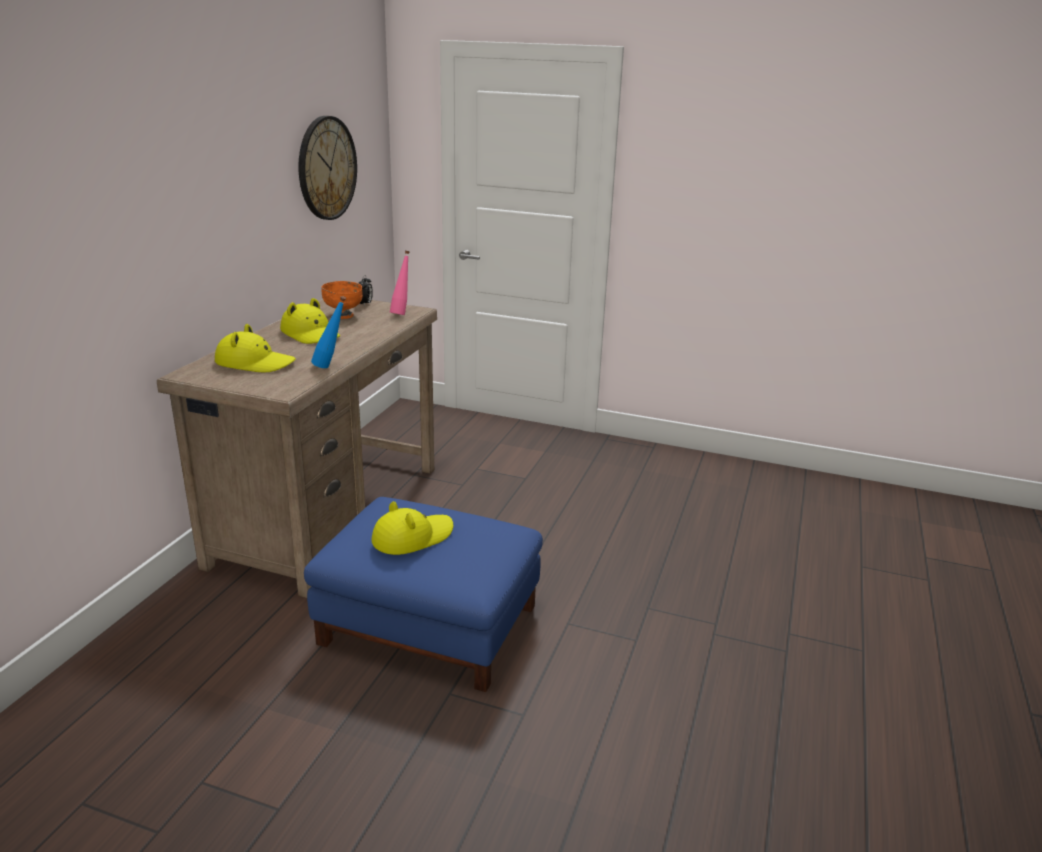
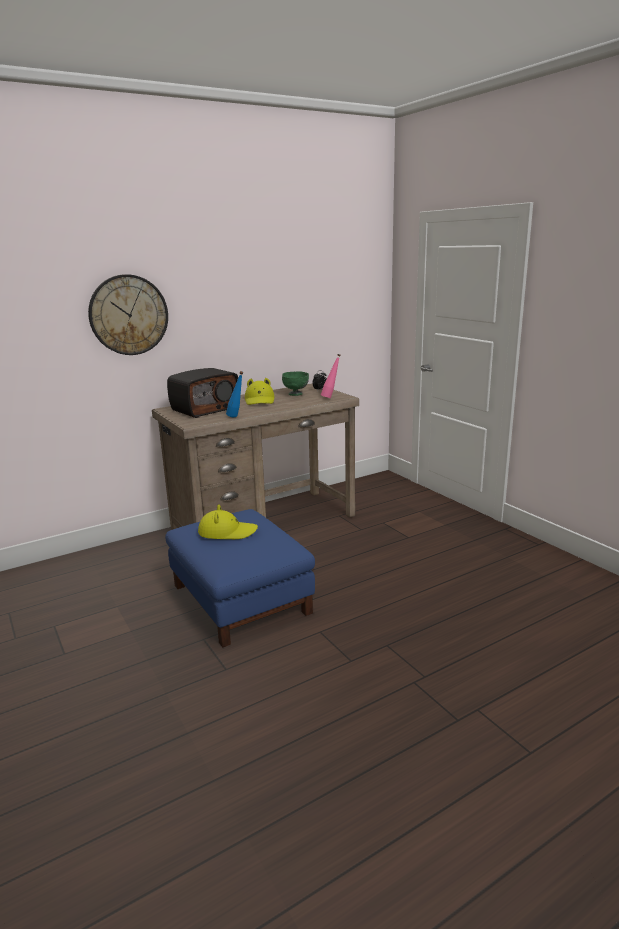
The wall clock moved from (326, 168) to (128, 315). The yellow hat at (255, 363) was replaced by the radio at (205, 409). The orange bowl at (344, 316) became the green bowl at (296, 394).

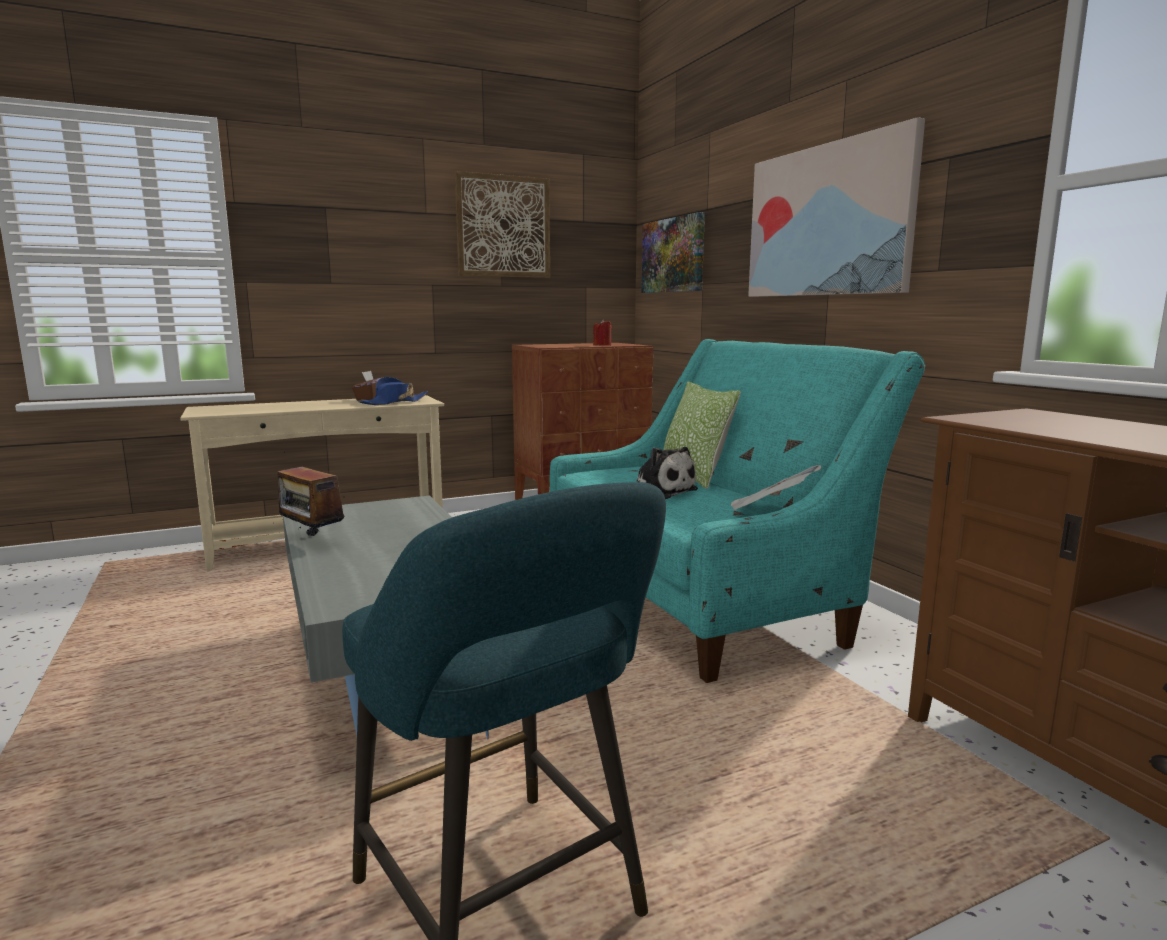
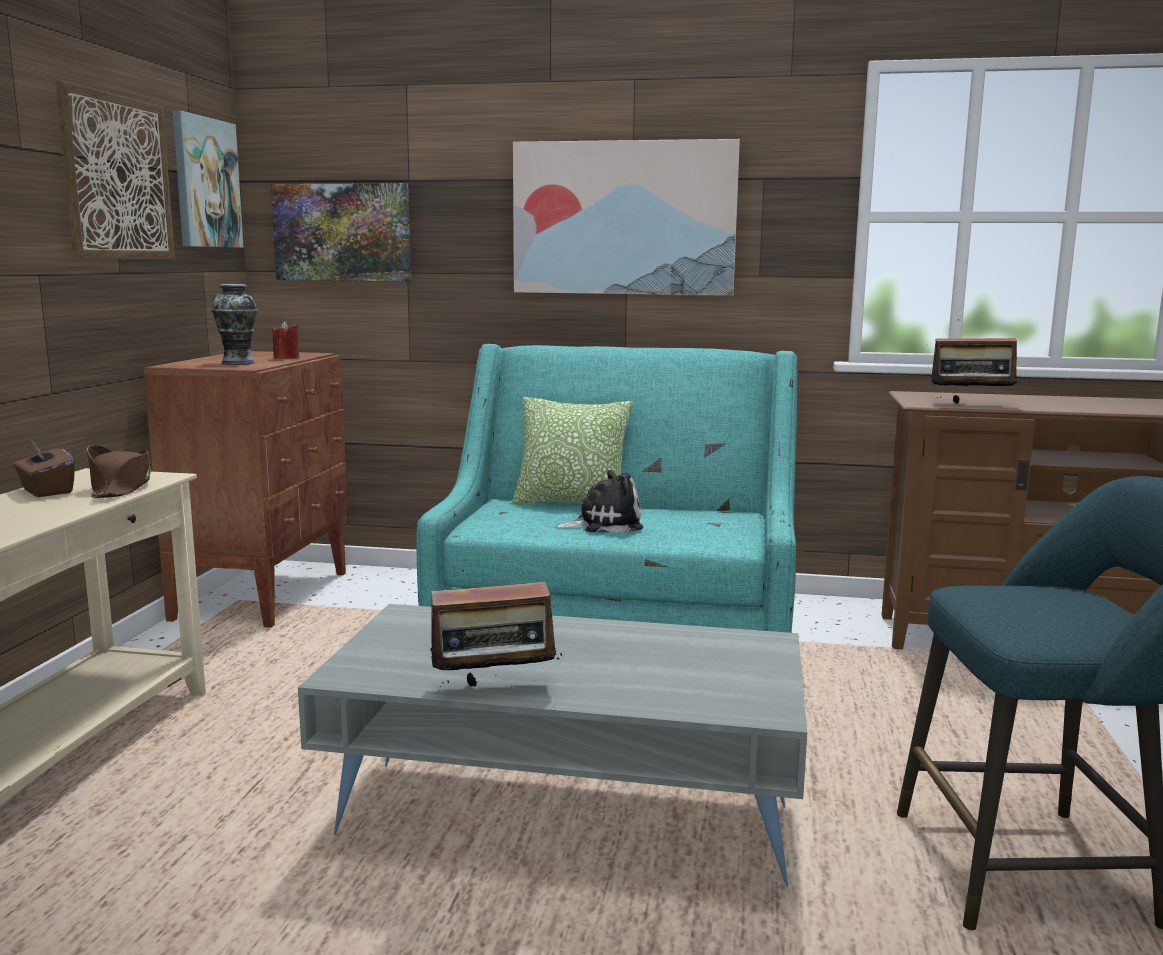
The newspaper at (770, 511) disappeared. The picture at (206, 183) appeared. The vase at (237, 363) appeared. The radio at (971, 405) appeared. The blue hat at (394, 402) became the brown hat at (121, 487).

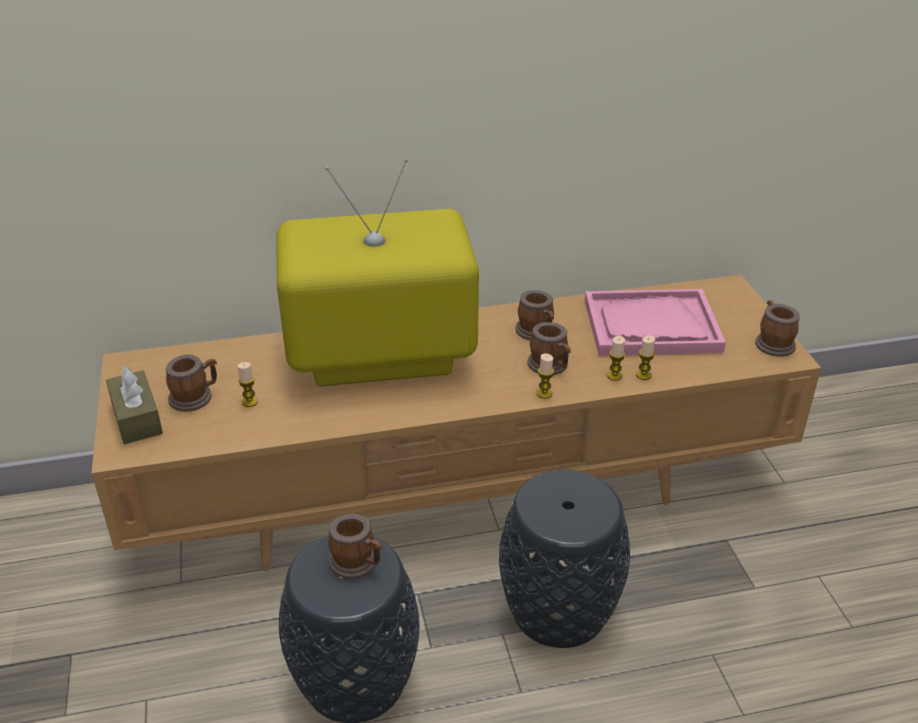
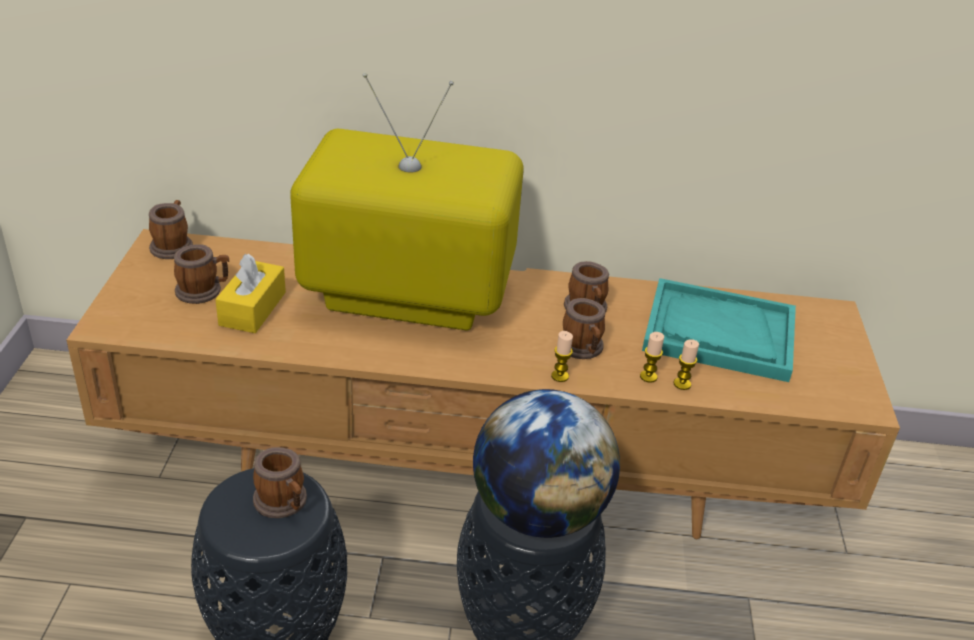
The brown tissue box at (137, 418) disappeared. The globe at (538, 512) appeared. The mug moved from (772, 342) to (173, 245). The candle at (250, 402) was replaced by the yellow tissue box at (252, 309). The pink tray at (651, 326) became the turquoise tray at (718, 333).

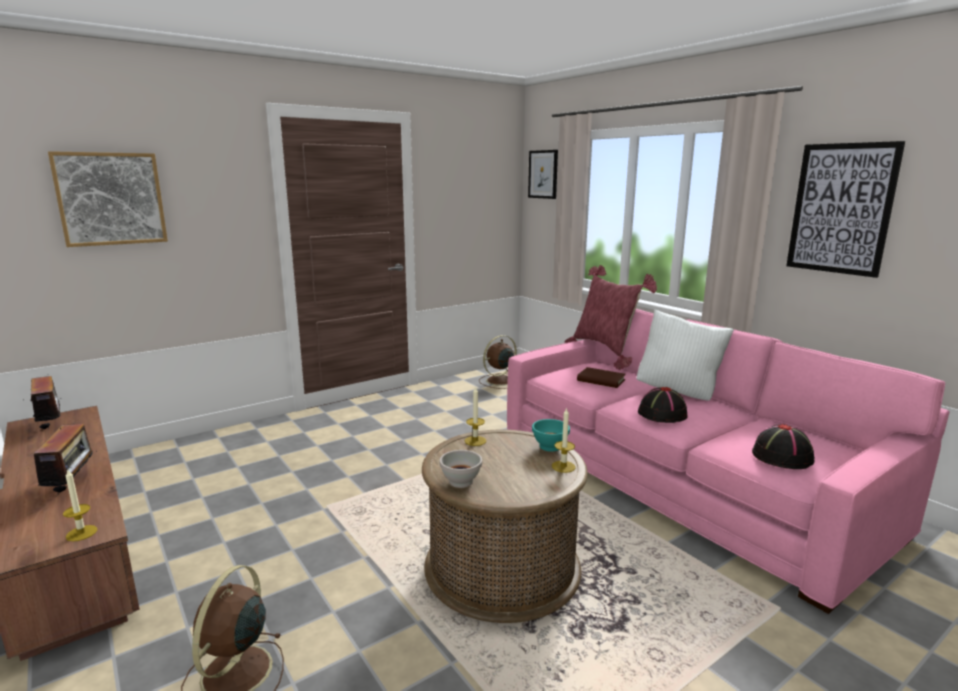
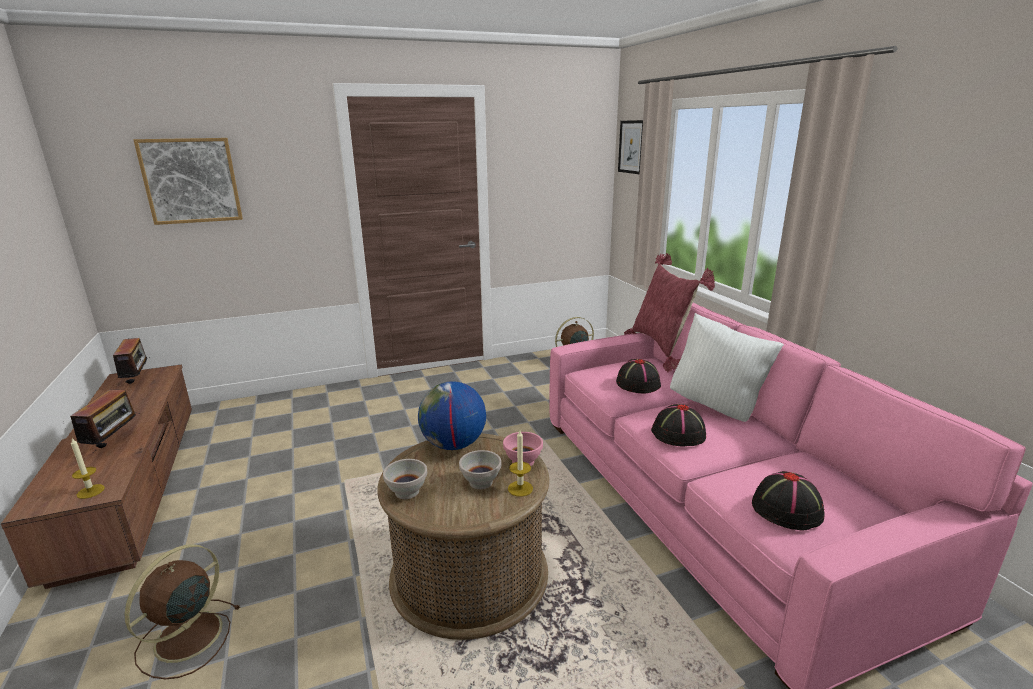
The picture at (841, 209) disappeared. The white bowl at (480, 482) appeared. The candle at (475, 441) was replaced by the globe at (453, 445). The brown book at (601, 380) was replaced by the black hat at (637, 383). The turquoise bowl at (550, 446) became the pink bowl at (523, 461).

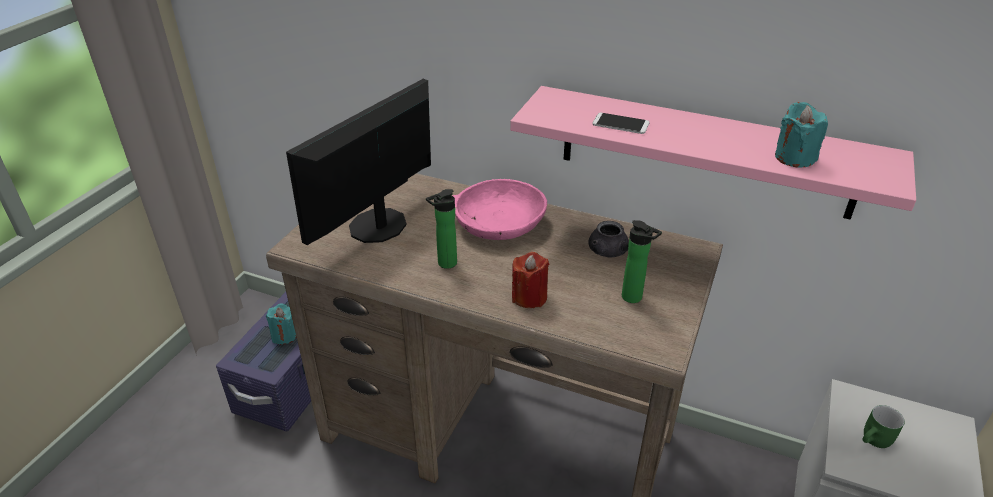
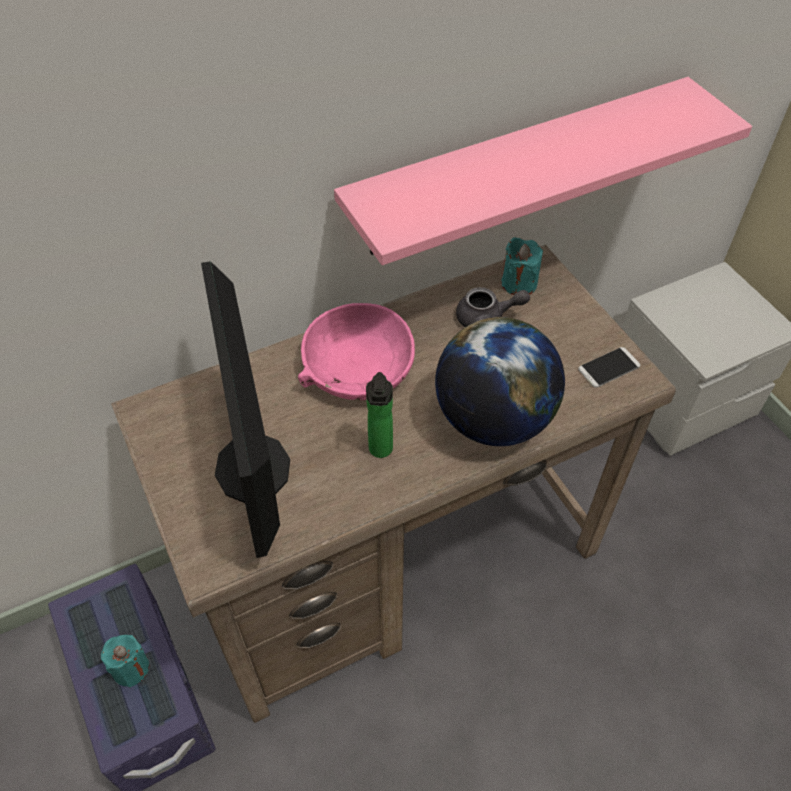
The bottle at (634, 298) disappeared. The green mug at (876, 441) disappeared. The phone moved from (620, 124) to (609, 368). The turquoise candle moved from (794, 157) to (519, 283). The red candle at (529, 297) was replaced by the globe at (493, 419).

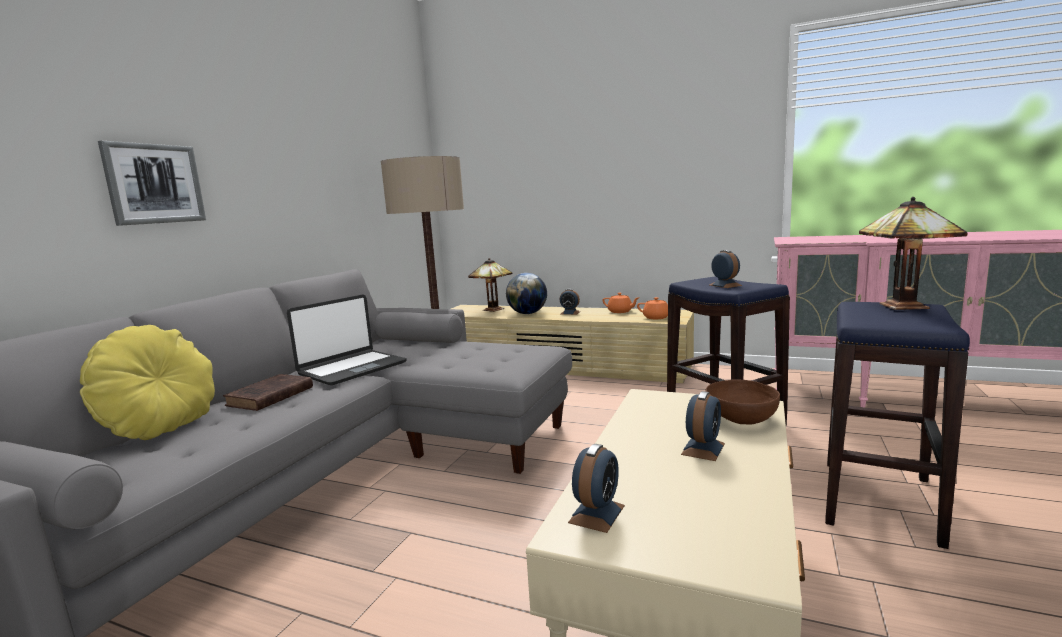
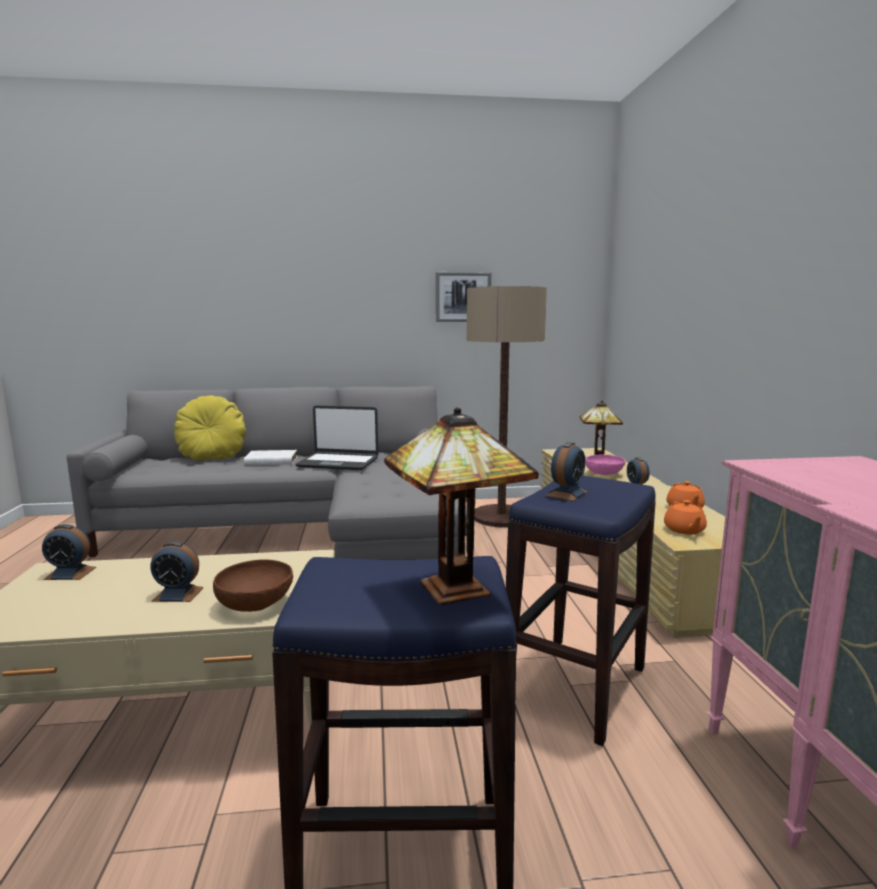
The picture moved from (154, 184) to (463, 297). The globe at (527, 313) was replaced by the pink bowl at (604, 474). The brown book at (268, 397) became the white book at (270, 461).

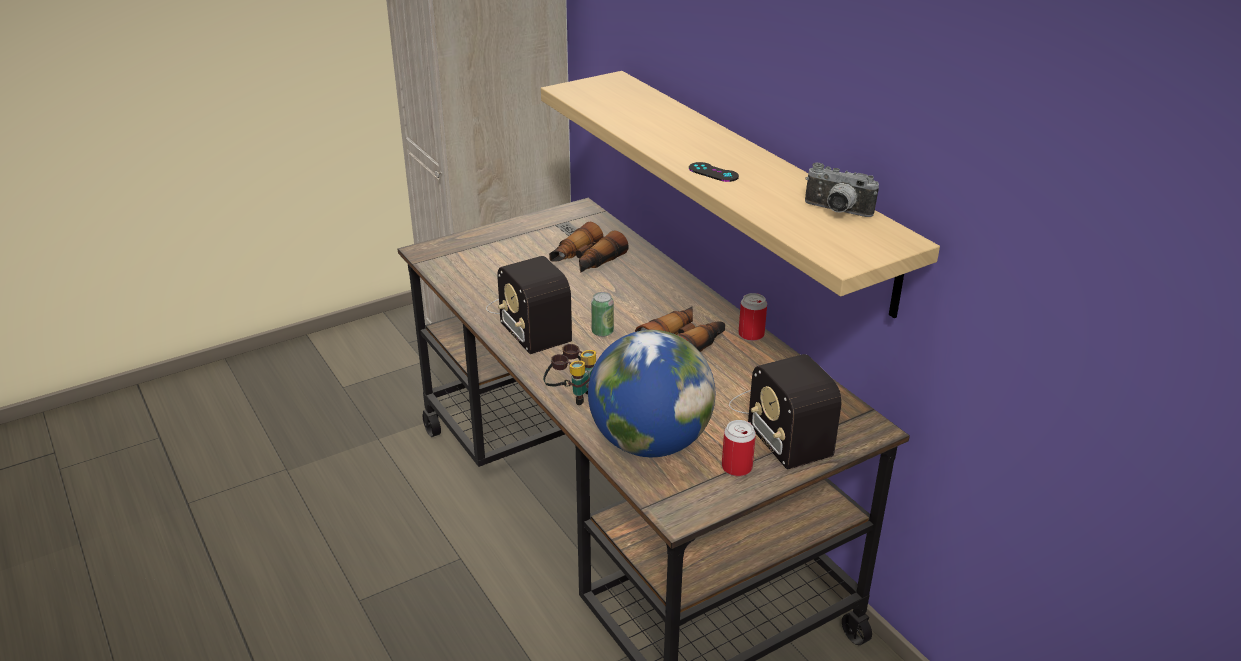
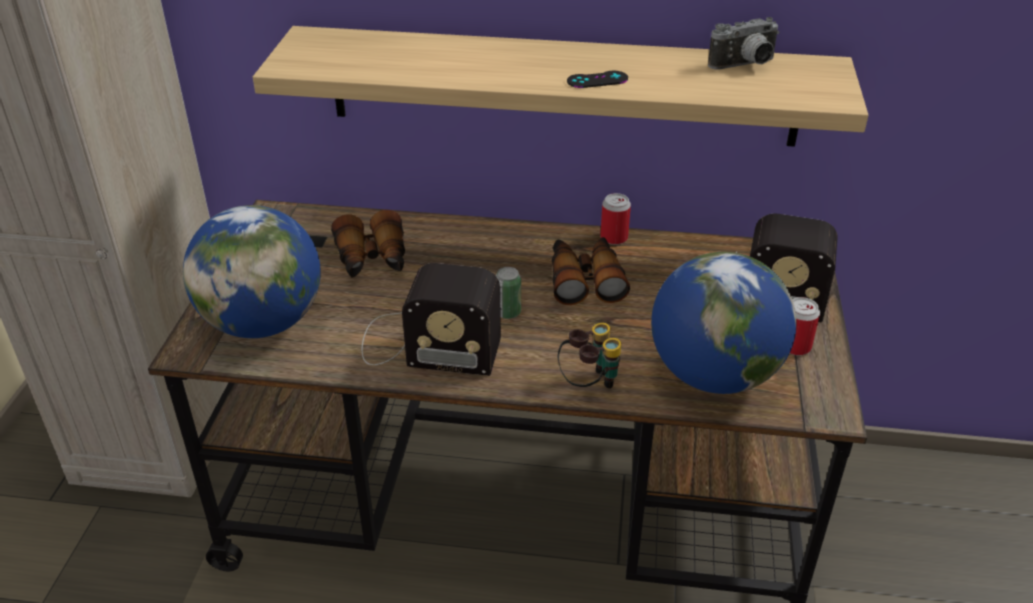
The globe at (263, 323) appeared.

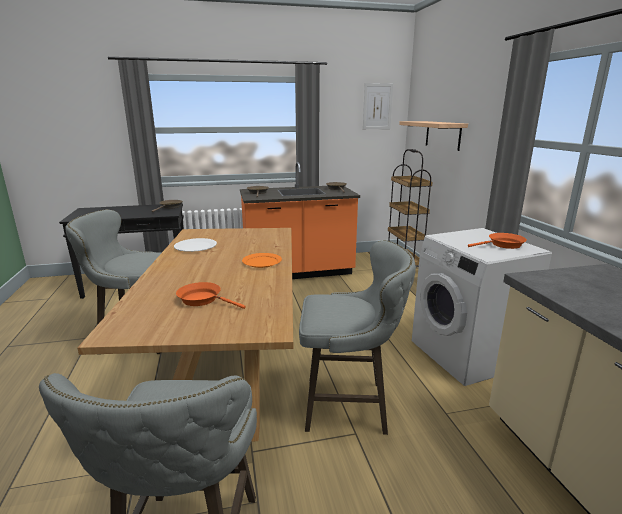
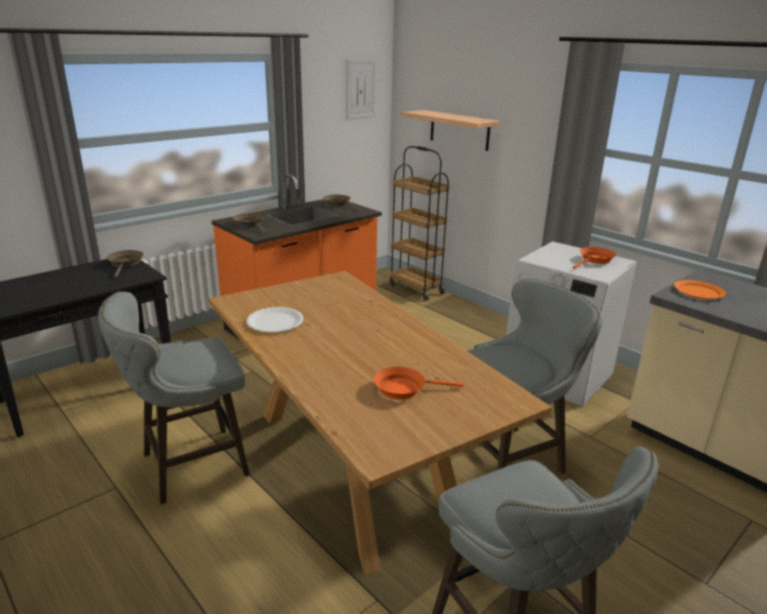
The orange plate moved from (262, 262) to (699, 292).

